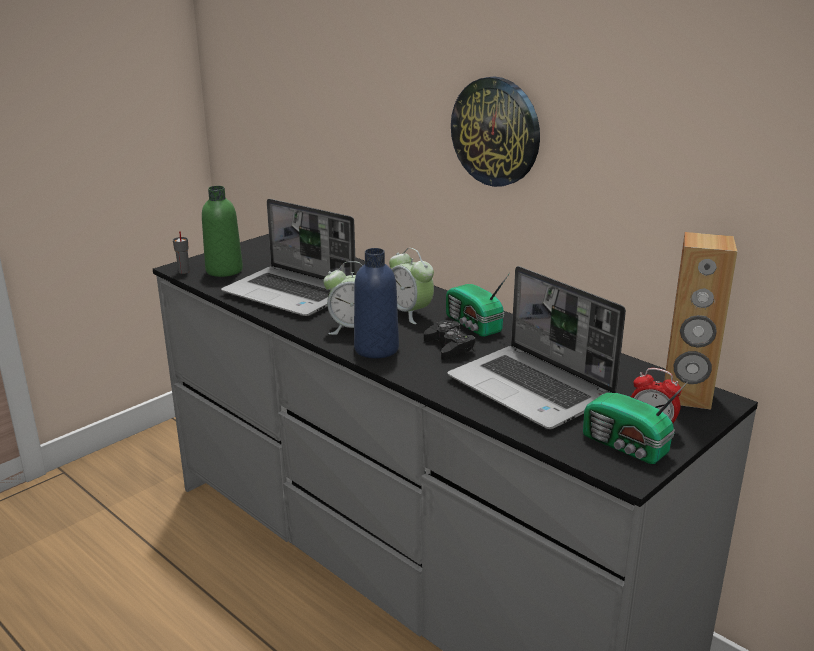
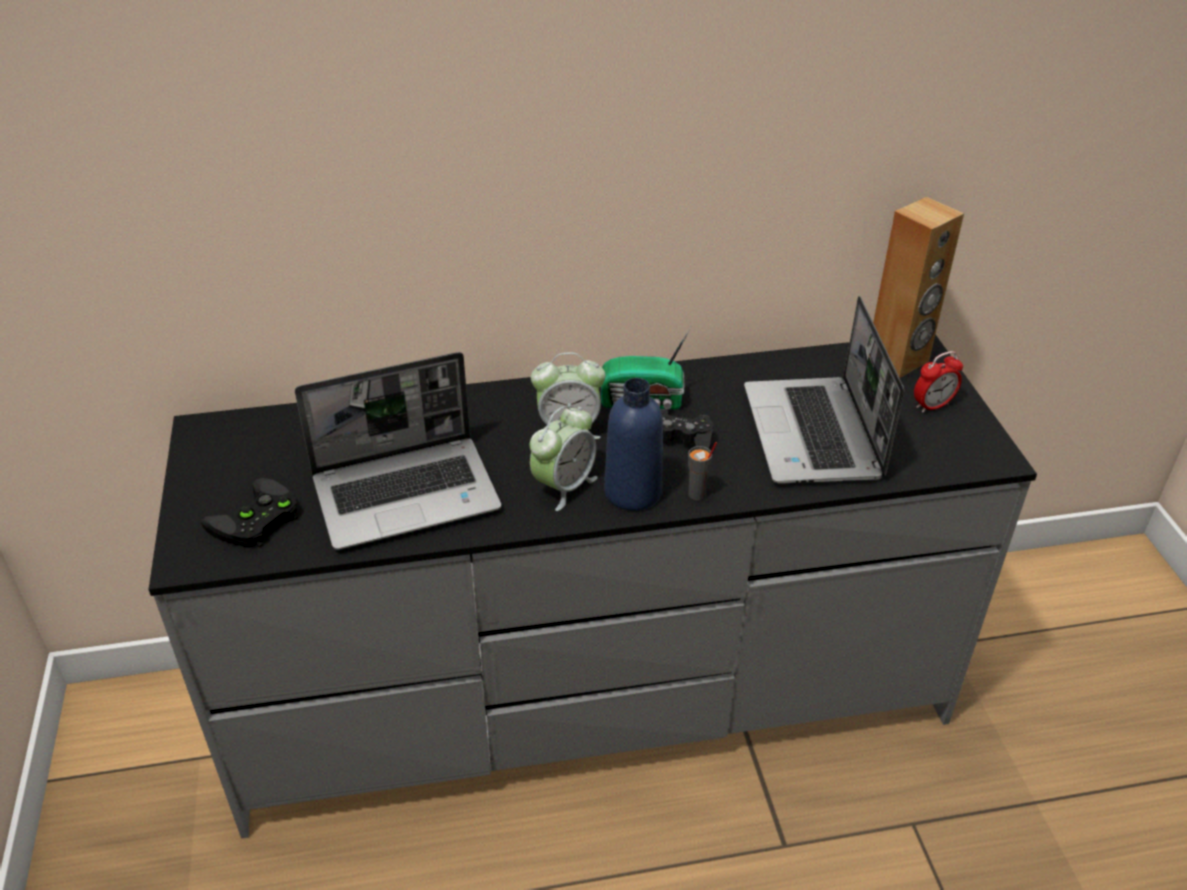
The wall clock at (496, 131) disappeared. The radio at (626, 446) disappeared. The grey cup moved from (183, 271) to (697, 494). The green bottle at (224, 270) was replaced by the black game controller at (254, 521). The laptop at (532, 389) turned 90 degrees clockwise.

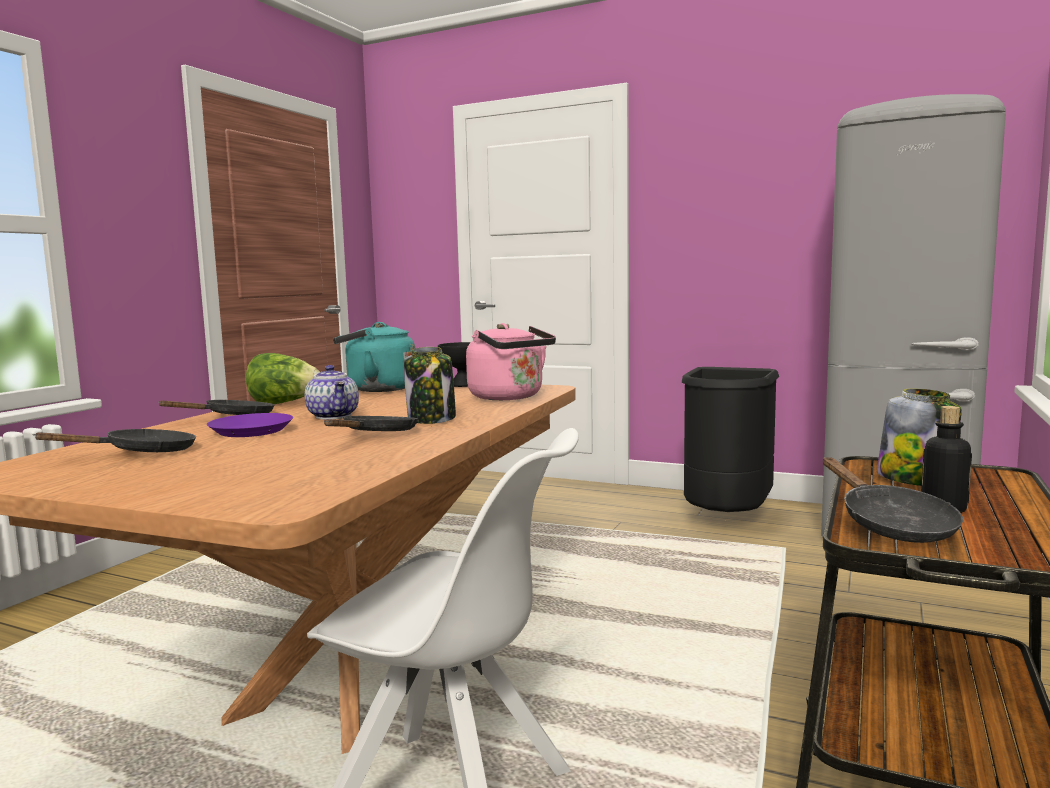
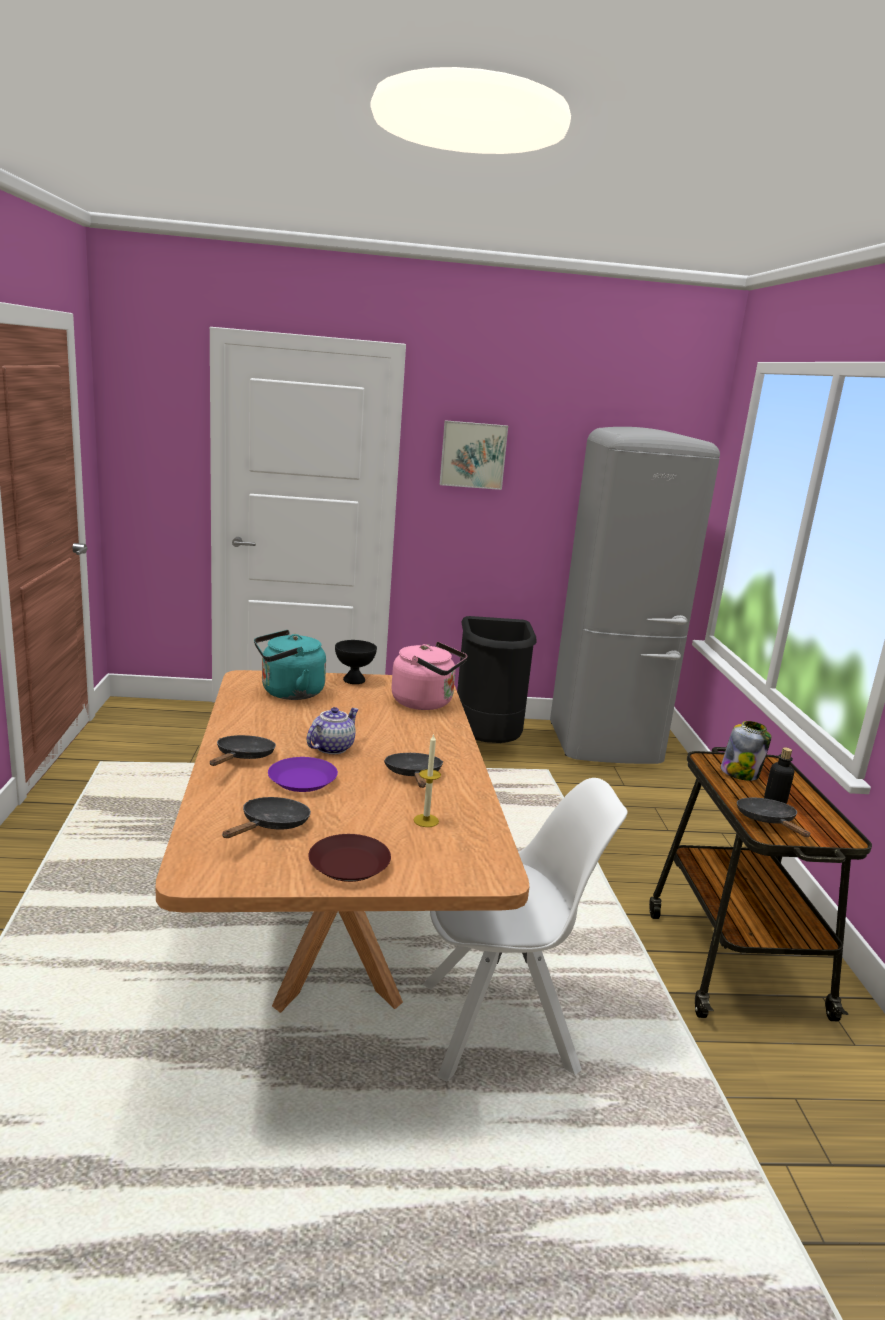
The lettuce at (284, 403) disappeared. The jar at (432, 419) disappeared. The brown plate at (350, 864) appeared. The candle at (426, 820) appeared. The picture at (473, 455) appeared. The teapot at (334, 416) turned 90 degrees counterclockwise. The black frying pan at (890, 524) turned 150 degrees counterclockwise.

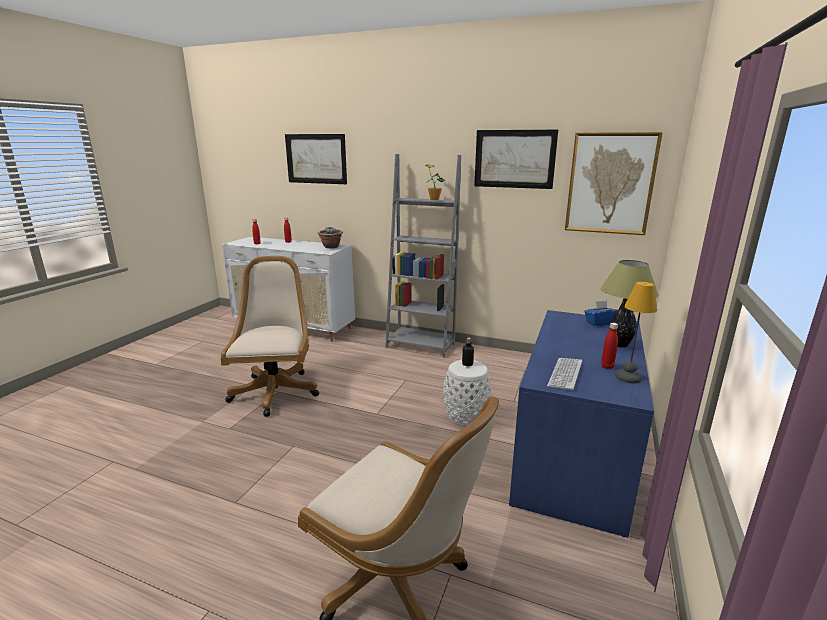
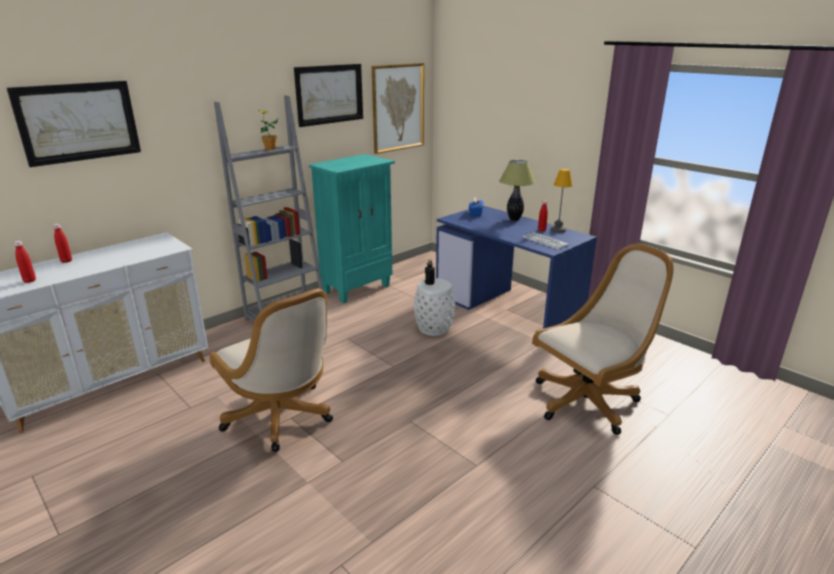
The potted plant at (331, 247) disappeared. The turquoise cabinet at (357, 289) appeared. The office chair at (275, 389) turned 150 degrees counterclockwise.

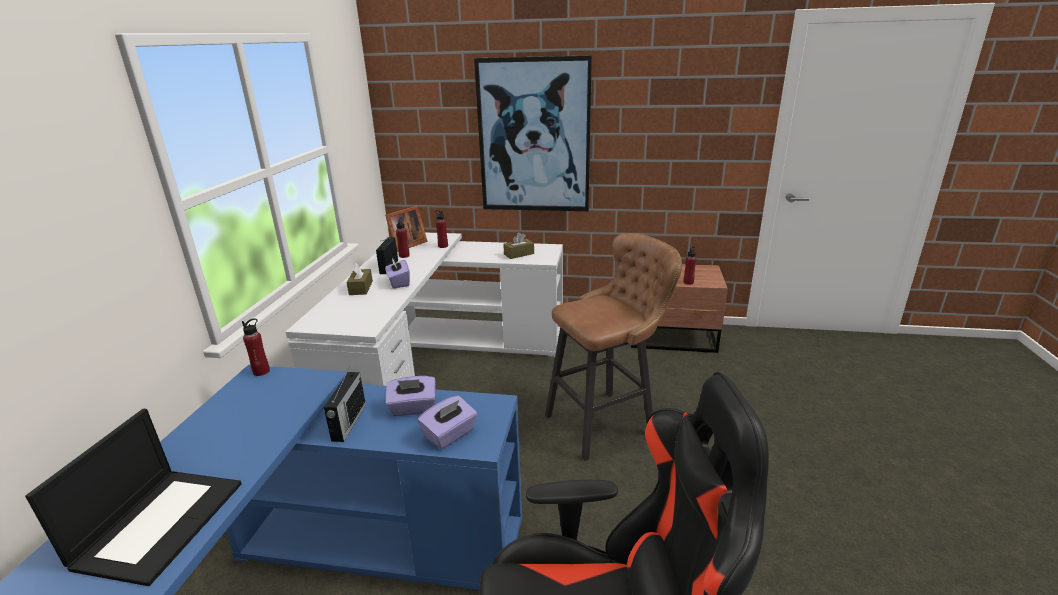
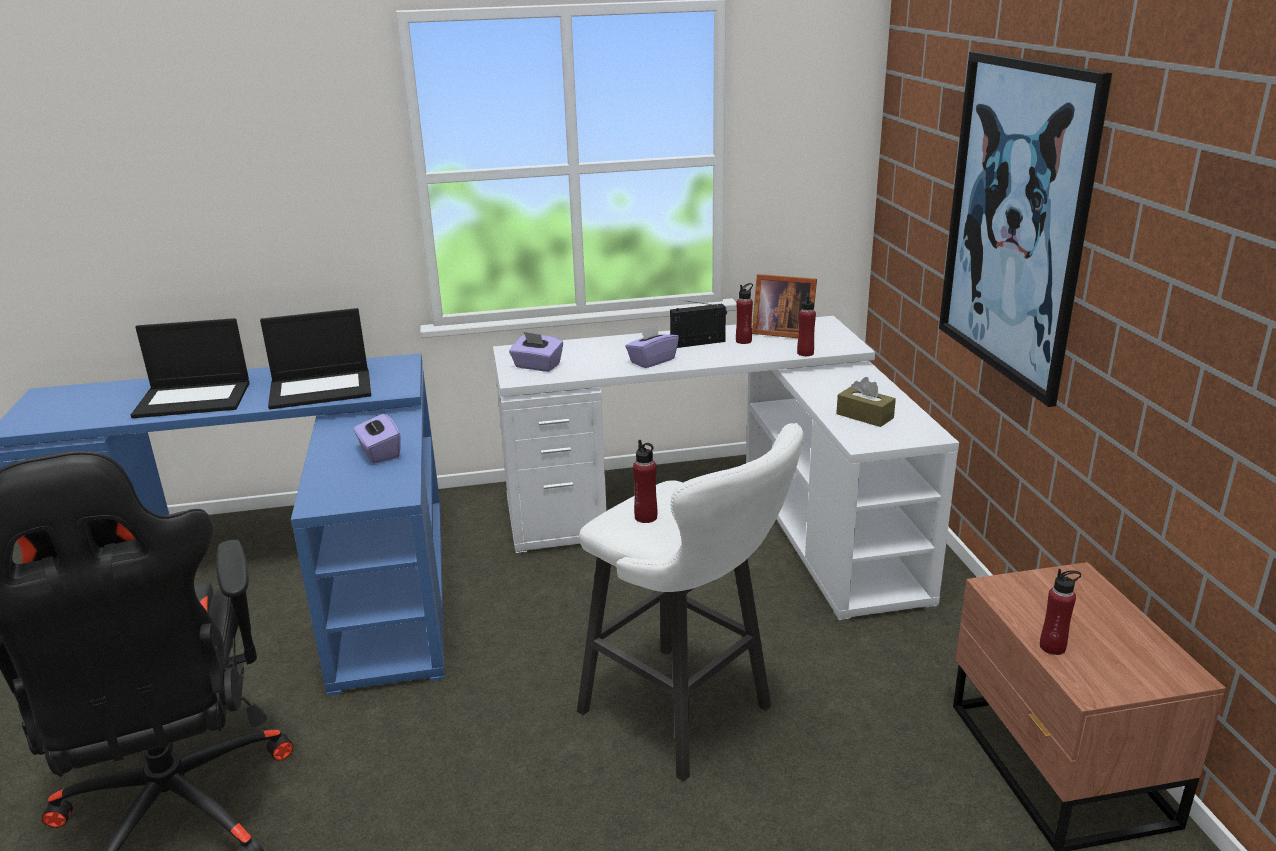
The radio at (348, 423) disappeared. The brown tissue box at (361, 288) disappeared. The laptop at (322, 389) appeared. The red bottle moved from (261, 371) to (646, 517). The purple tissue box moved from (450, 435) to (537, 366). The brown stool at (609, 420) became the white stool at (691, 719).

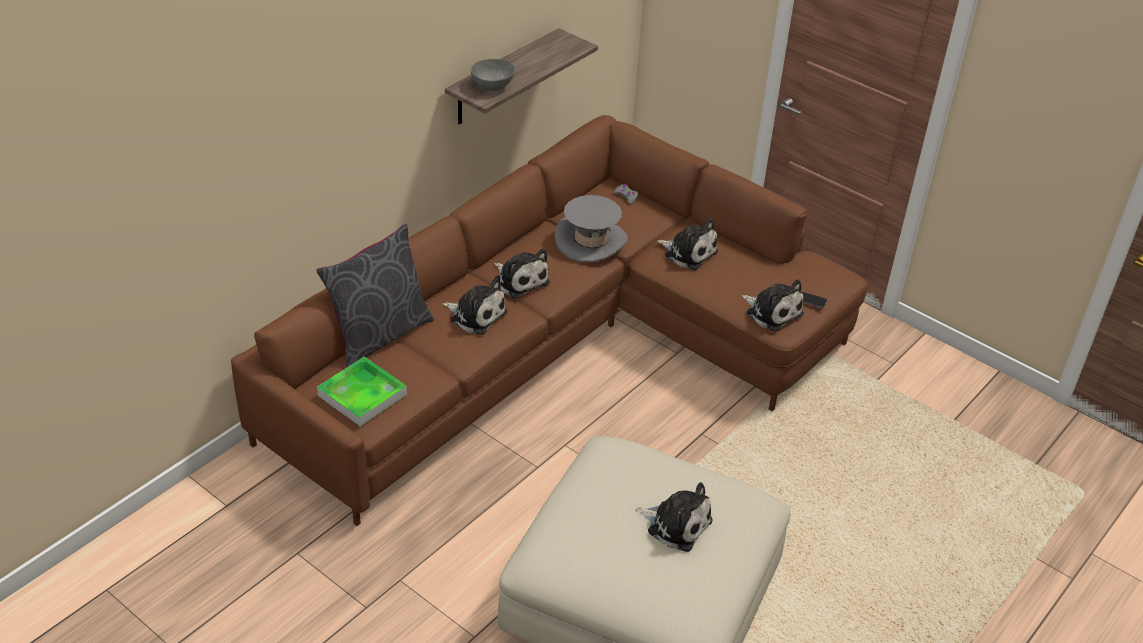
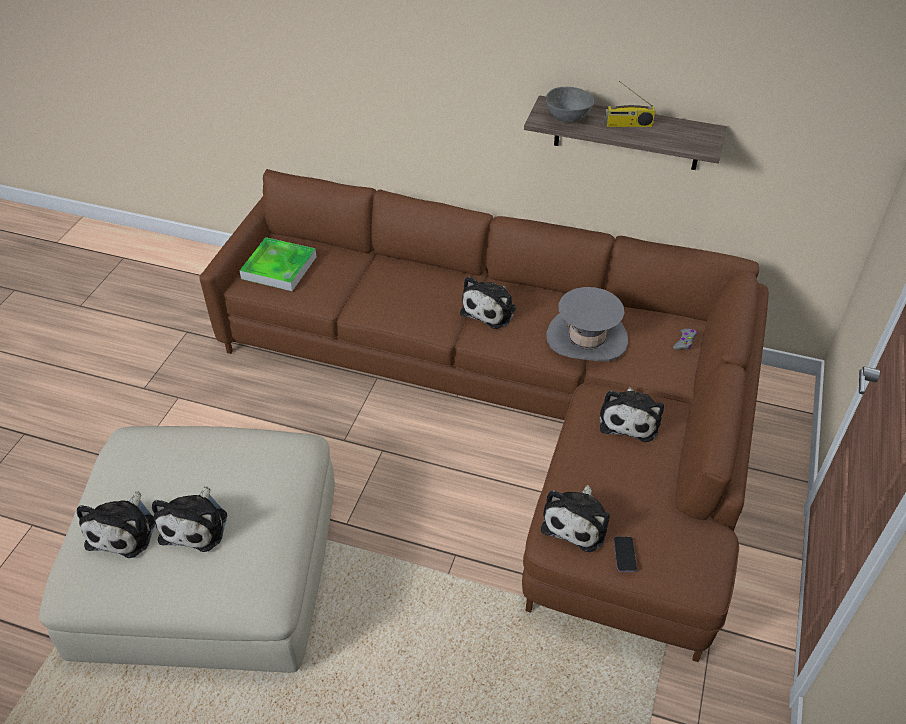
The grey pillow at (379, 335) disappeared. The radio at (628, 125) appeared. The plush toy moved from (476, 315) to (124, 530).

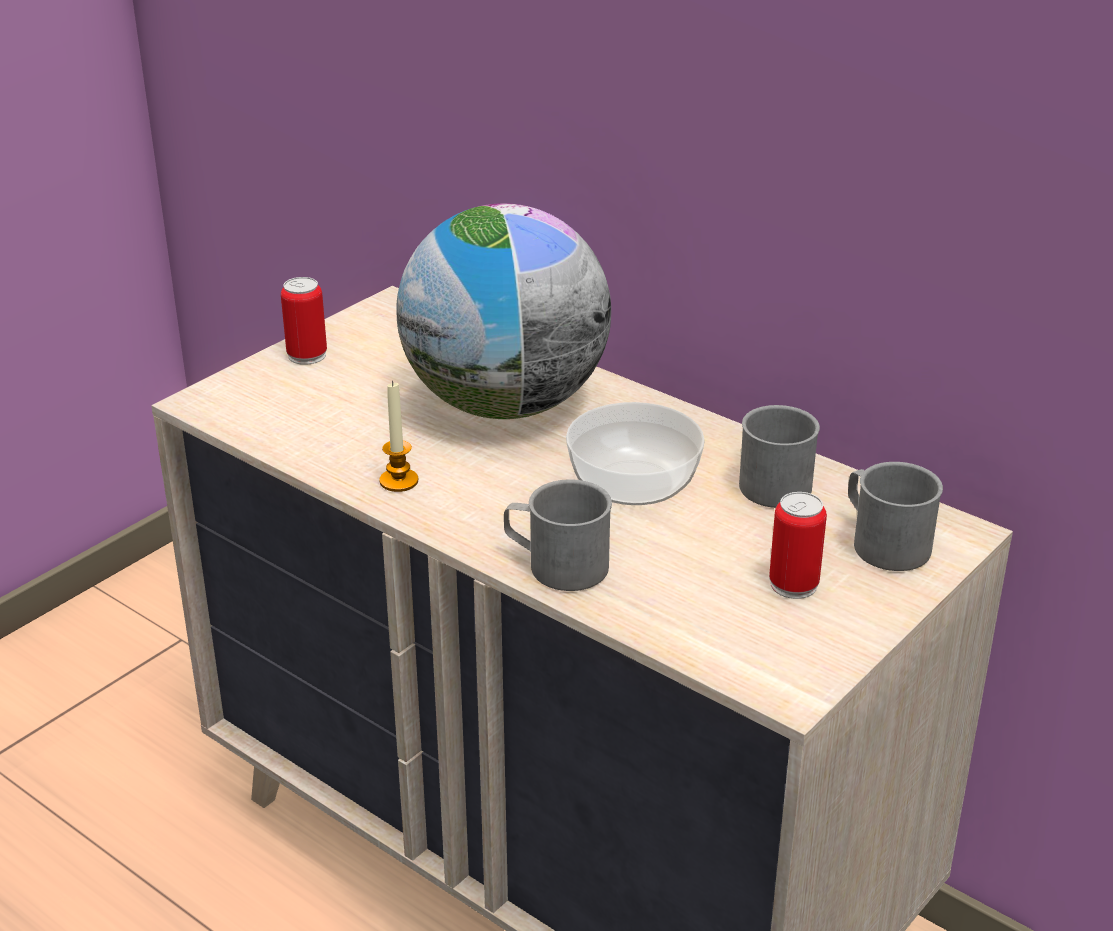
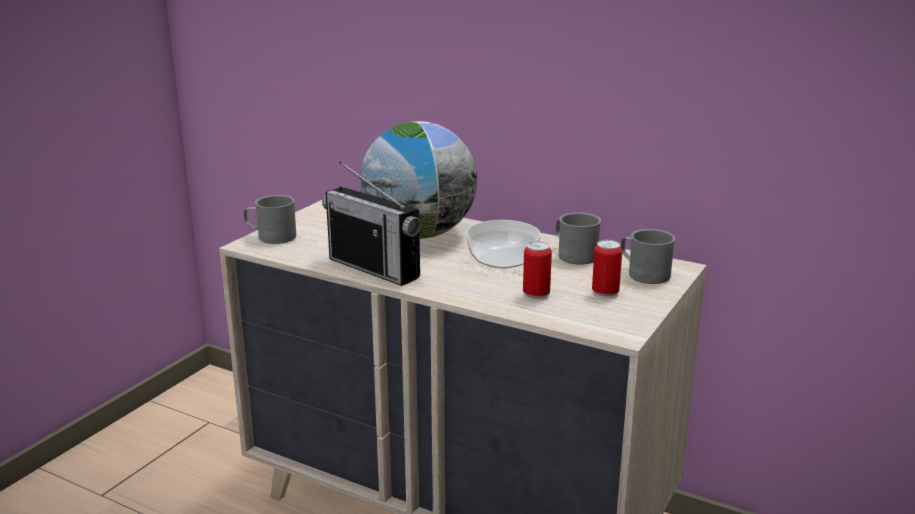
The can moved from (307, 355) to (536, 294). The grey mug moved from (556, 565) to (271, 236). The candle at (399, 481) was replaced by the radio at (374, 268).

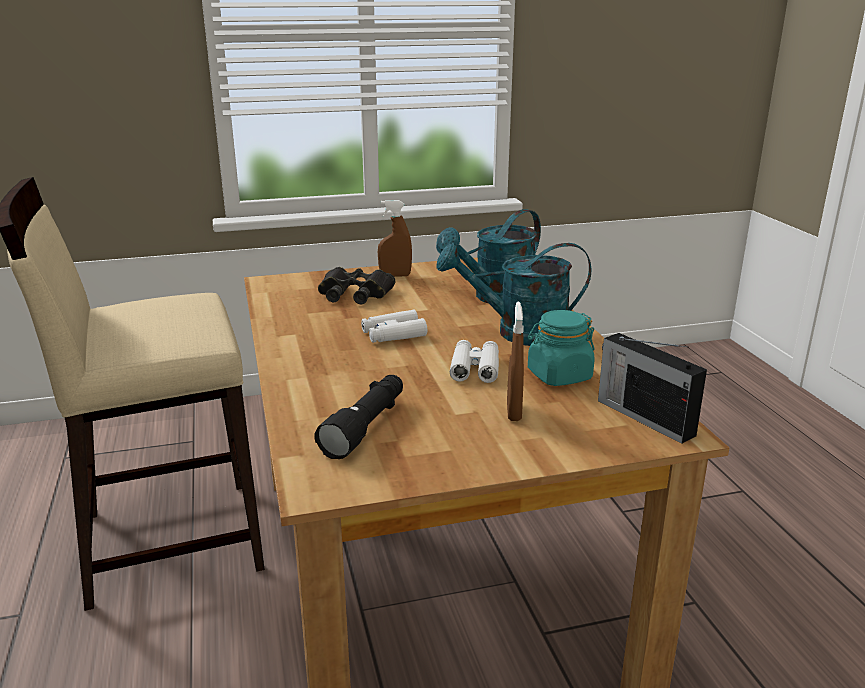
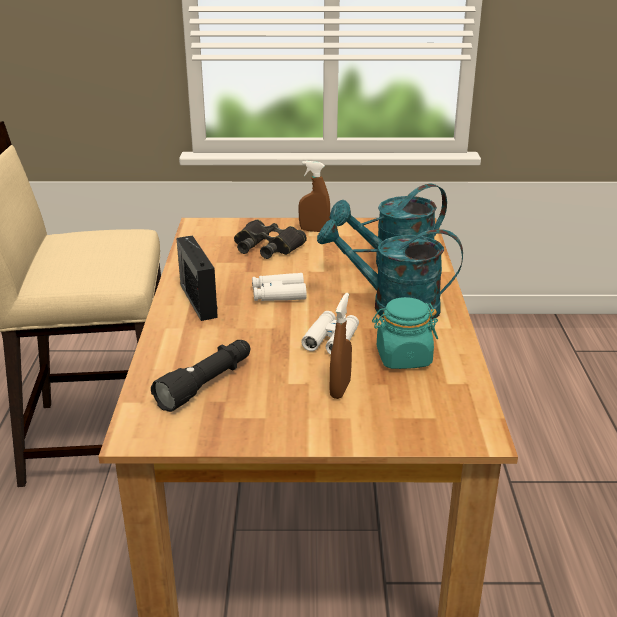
The radio moved from (643, 416) to (198, 300).

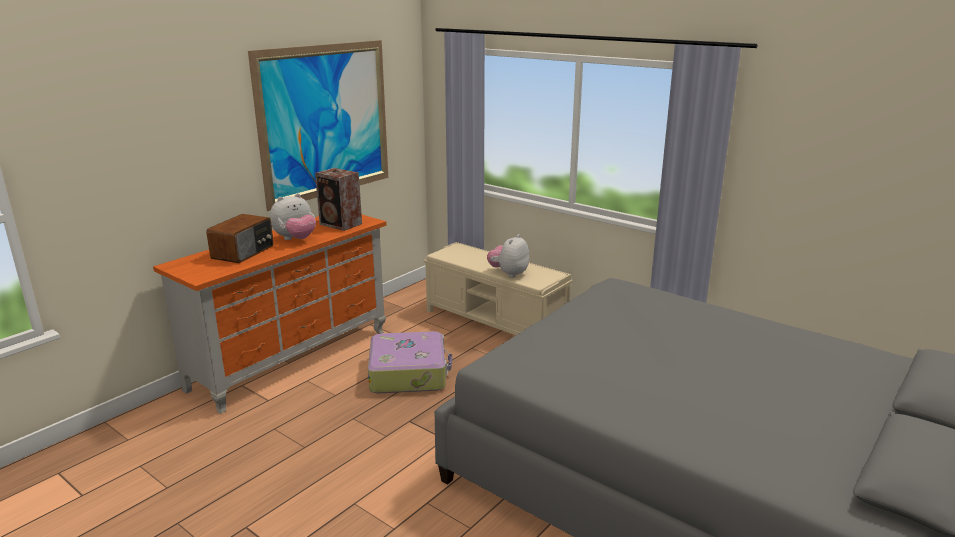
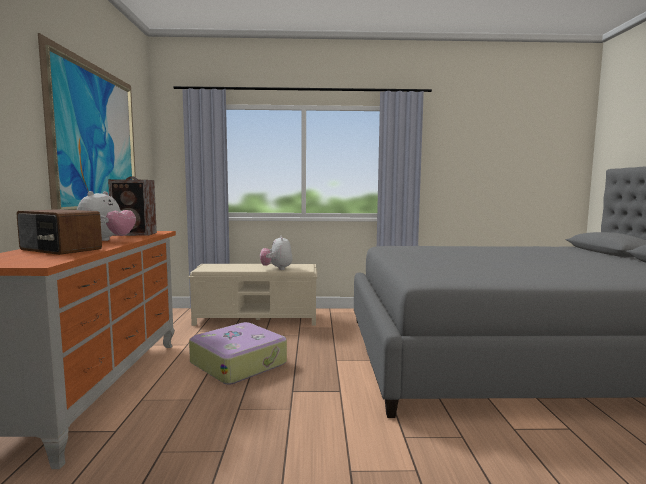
The radio at (244, 252) turned 135 degrees clockwise.

